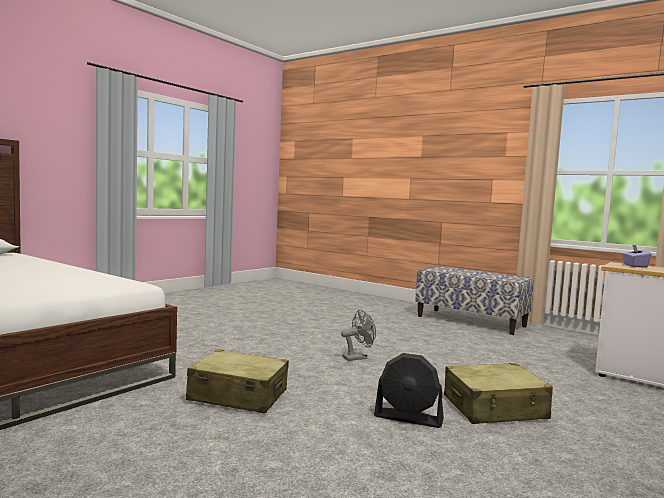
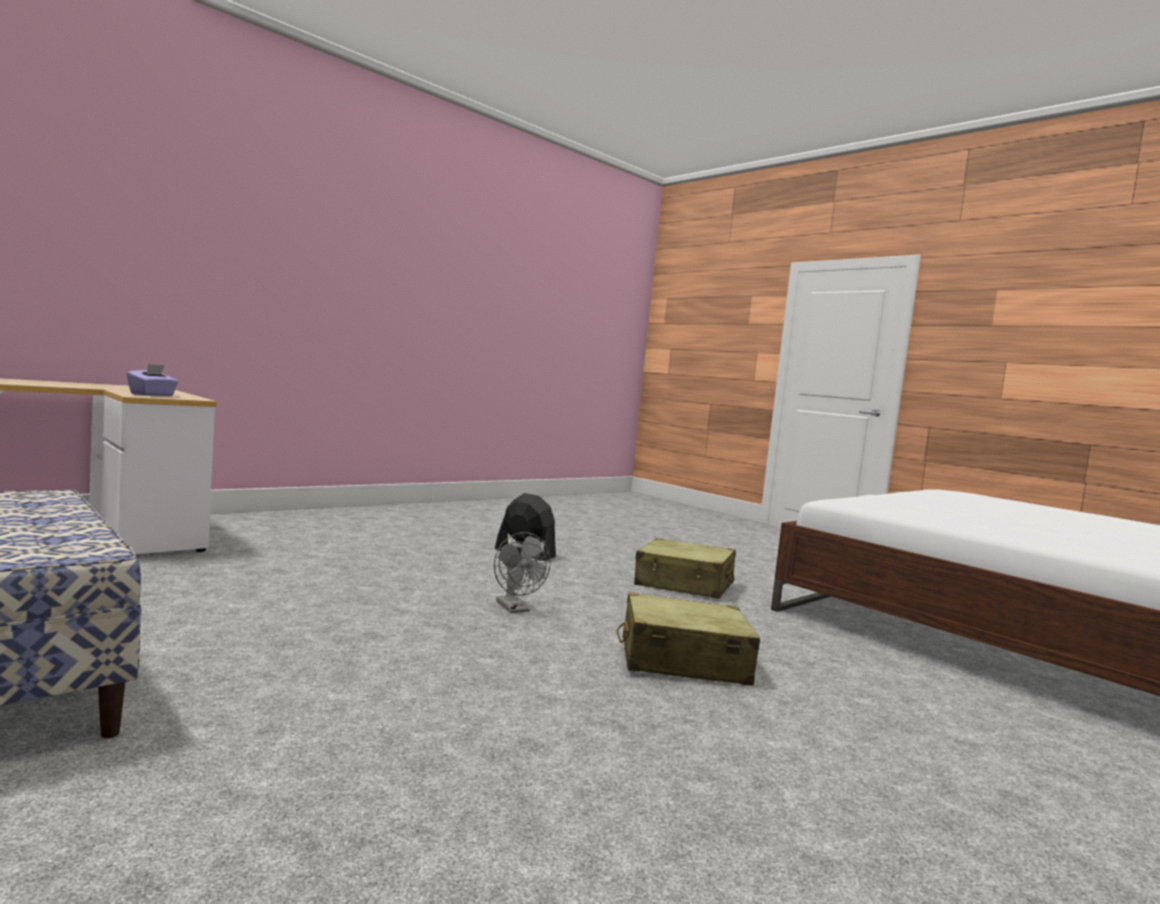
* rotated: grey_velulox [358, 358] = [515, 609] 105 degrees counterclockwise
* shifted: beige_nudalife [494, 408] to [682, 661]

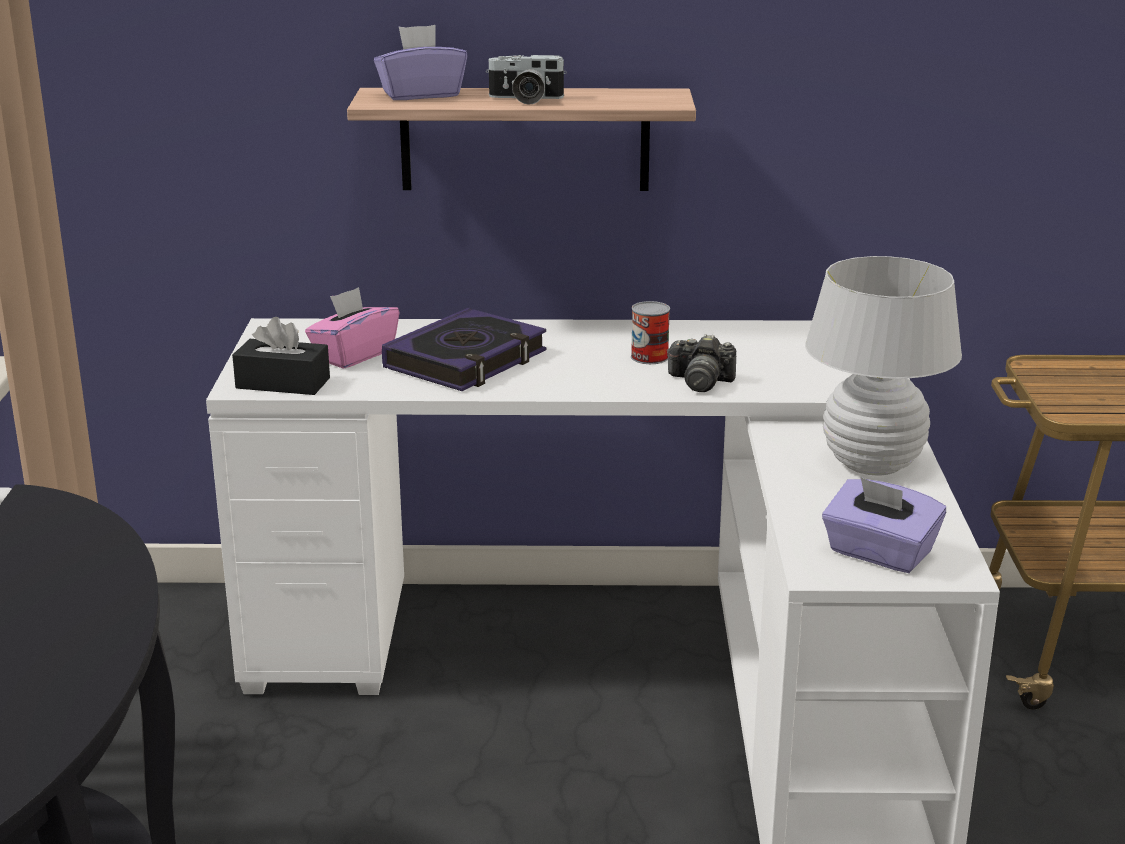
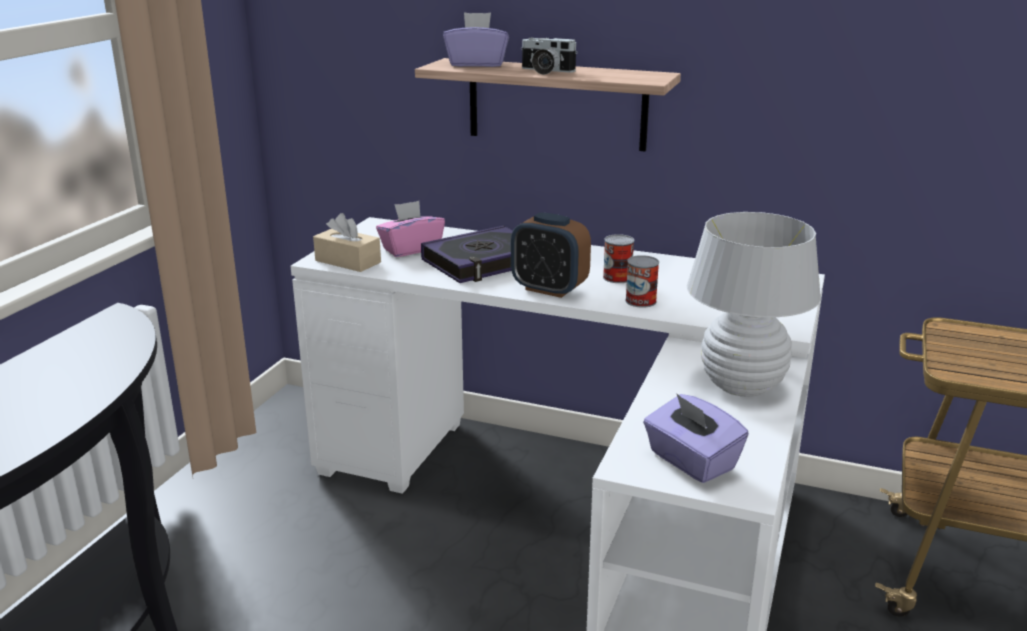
* repainted: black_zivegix [283, 383] to beige_zivegix [348, 261]
* swapped: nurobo [700, 382] to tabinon [640, 301]
* new: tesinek [549, 289]

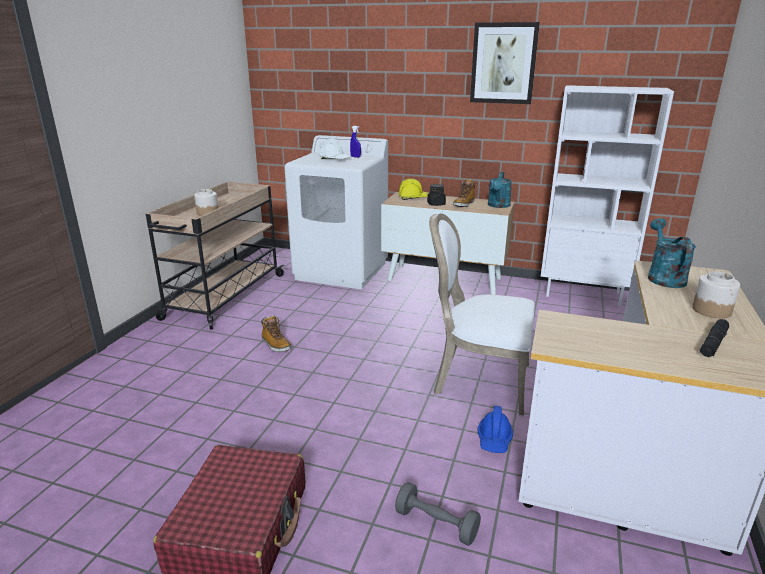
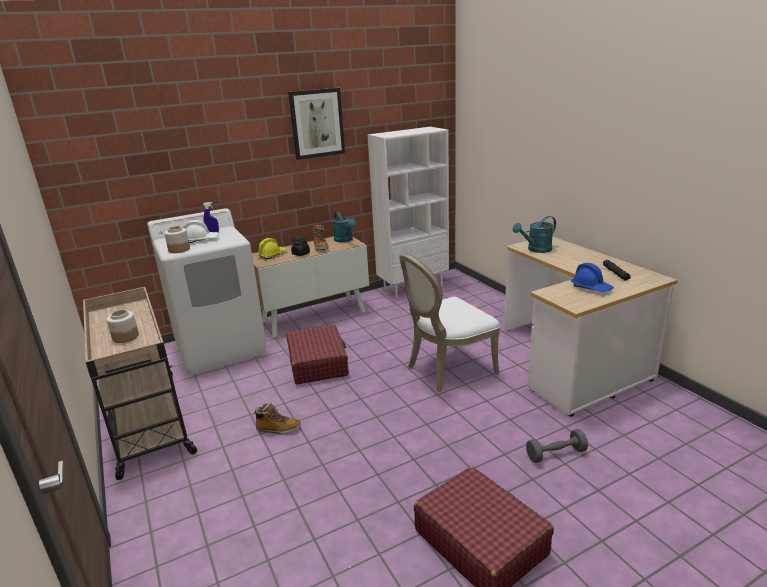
* shifted: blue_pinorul [494, 439] to [591, 288]
* rotated: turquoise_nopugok [663, 277] = [536, 250] 75 degrees counterclockwise
* shifted: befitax [711, 310] to [179, 249]
* new: red_nudalife [318, 363]

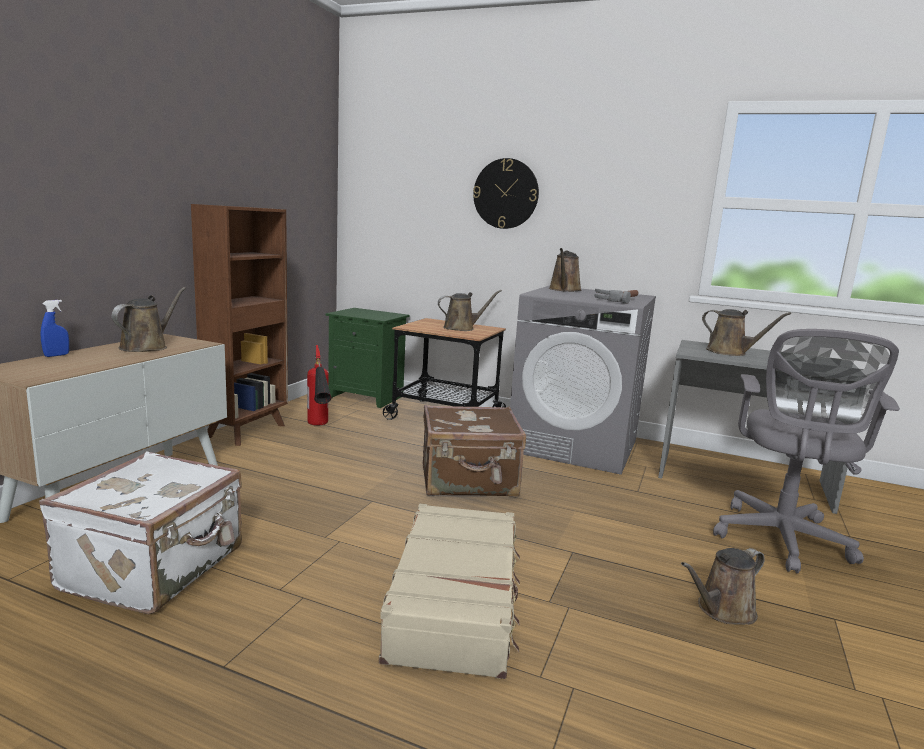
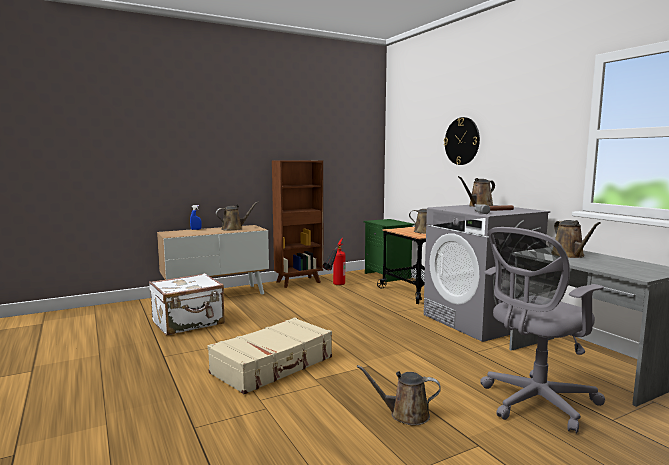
* gone: brown_nudalife [469, 481]

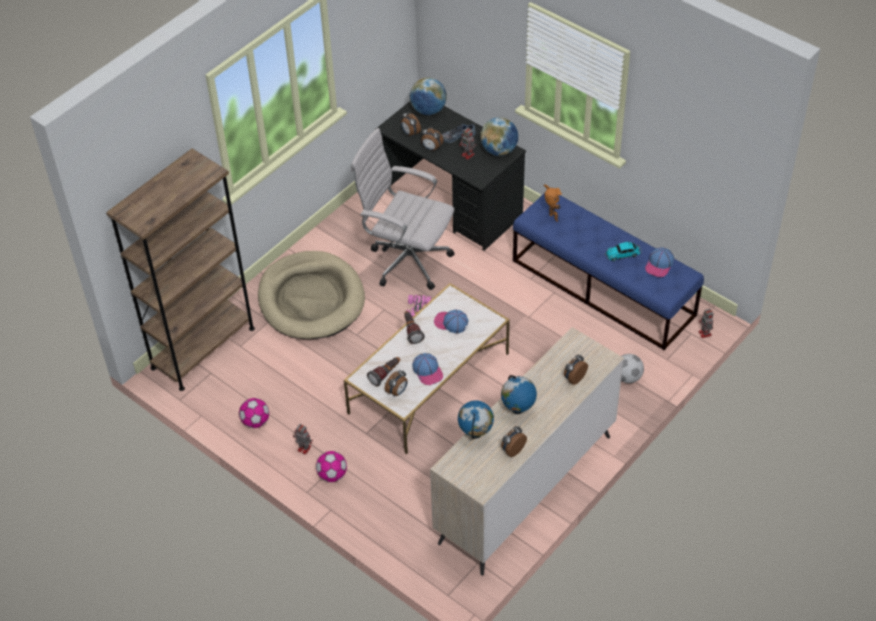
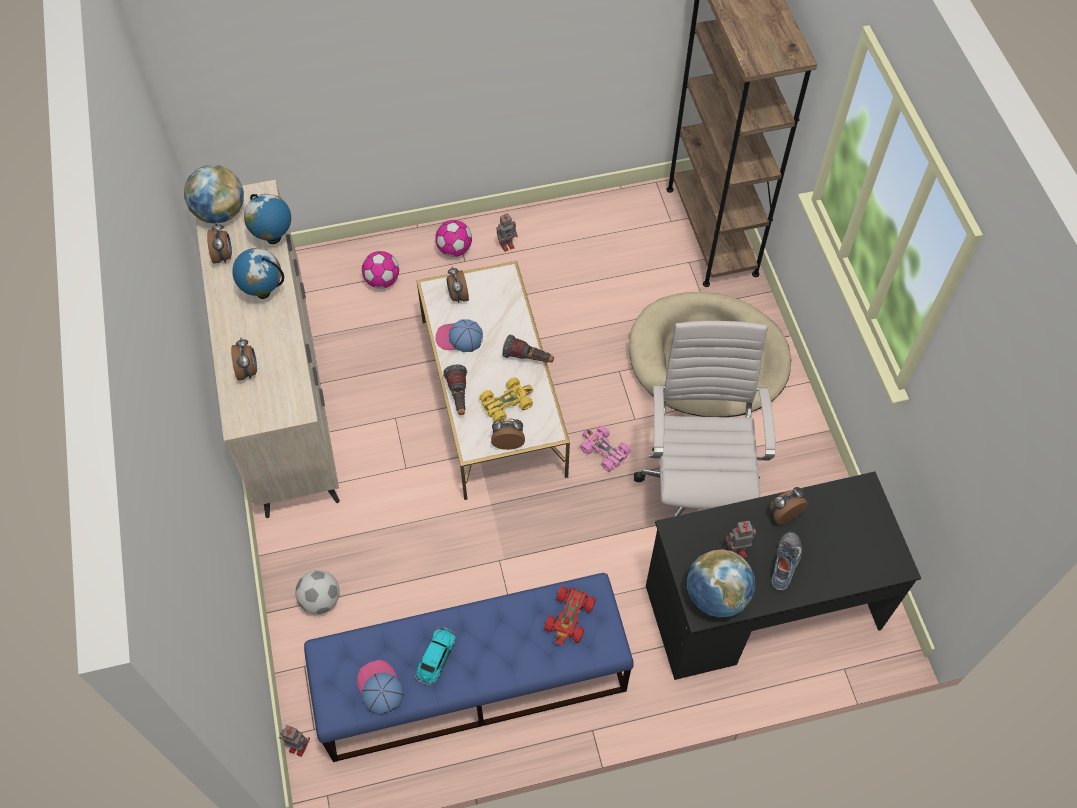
* shifted: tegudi [255, 421] to [382, 280]
* rotated: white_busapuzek [406, 260] = [696, 490] 60 degrees counterclockwise
* shifted: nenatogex [385, 375] to [458, 397]
* shifted: tesinek [410, 133] to [508, 442]
* shifted: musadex [428, 110] to [220, 213]
* swapped: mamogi [451, 323] to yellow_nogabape [507, 403]
* swapped: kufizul [552, 219] to red_nogabape [569, 618]

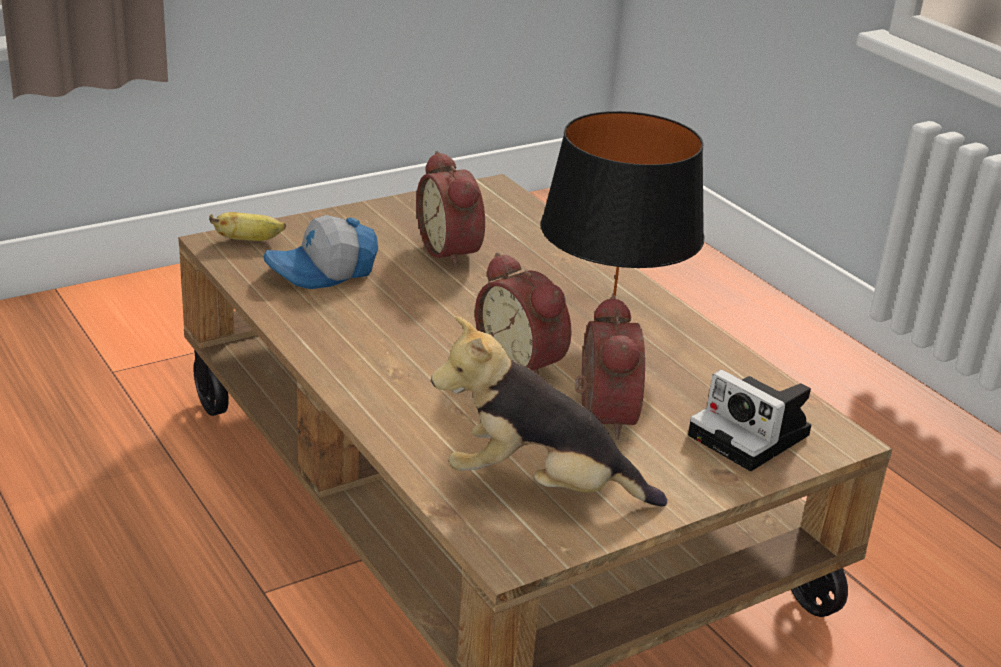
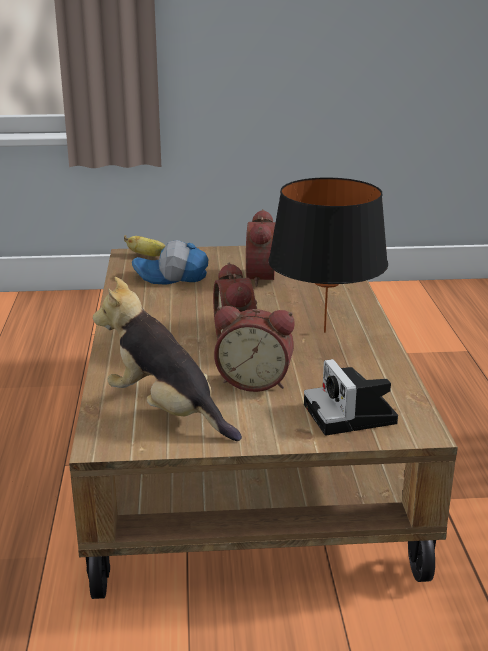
* rotated: tesinek [599, 415] = [255, 381] 75 degrees clockwise

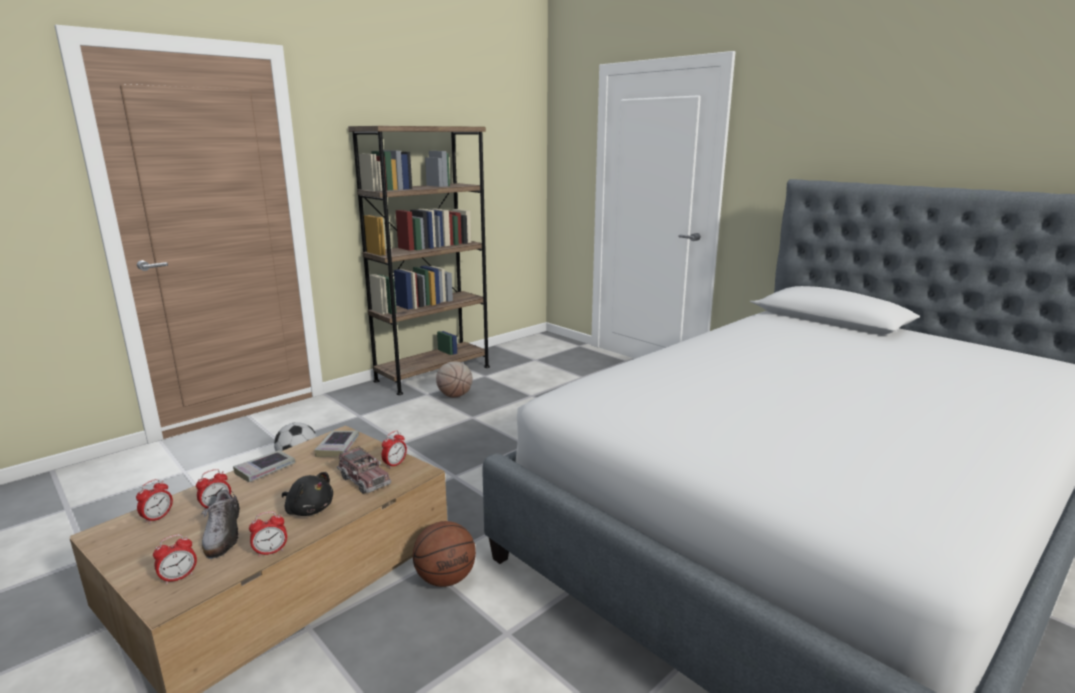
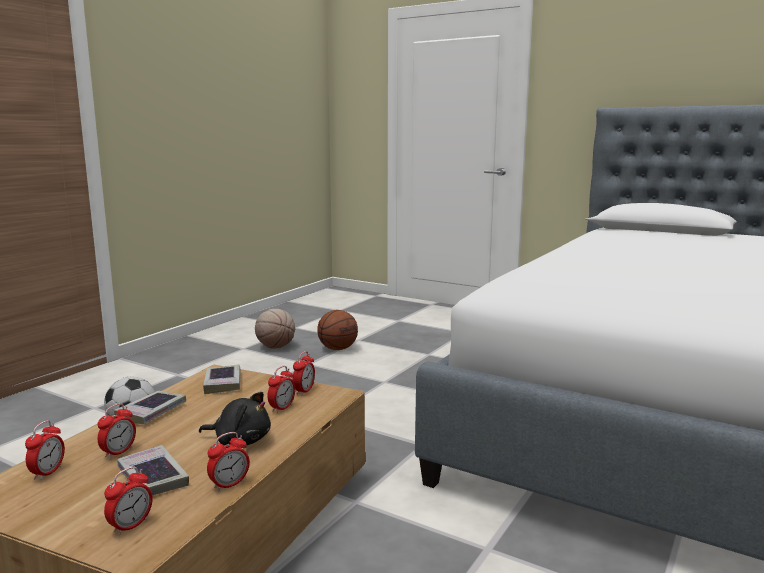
* swapped: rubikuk [223, 535] to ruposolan [152, 477]
* swapped: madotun [364, 480] to tesinek [282, 408]
* gone: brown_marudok [433, 374]
* shifted: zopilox [446, 578] to [338, 349]

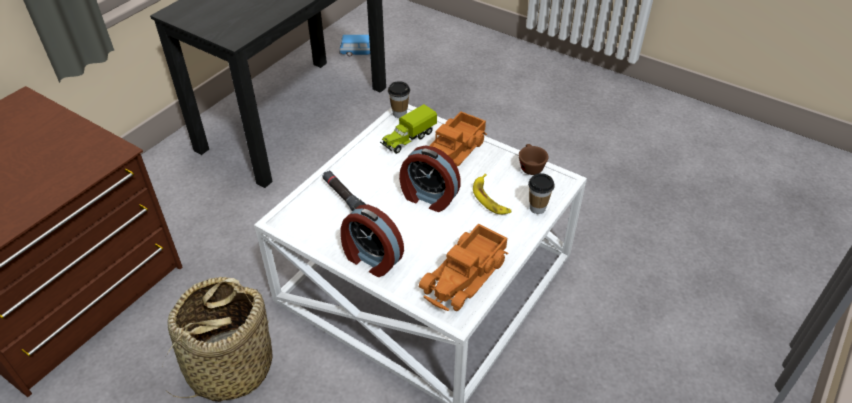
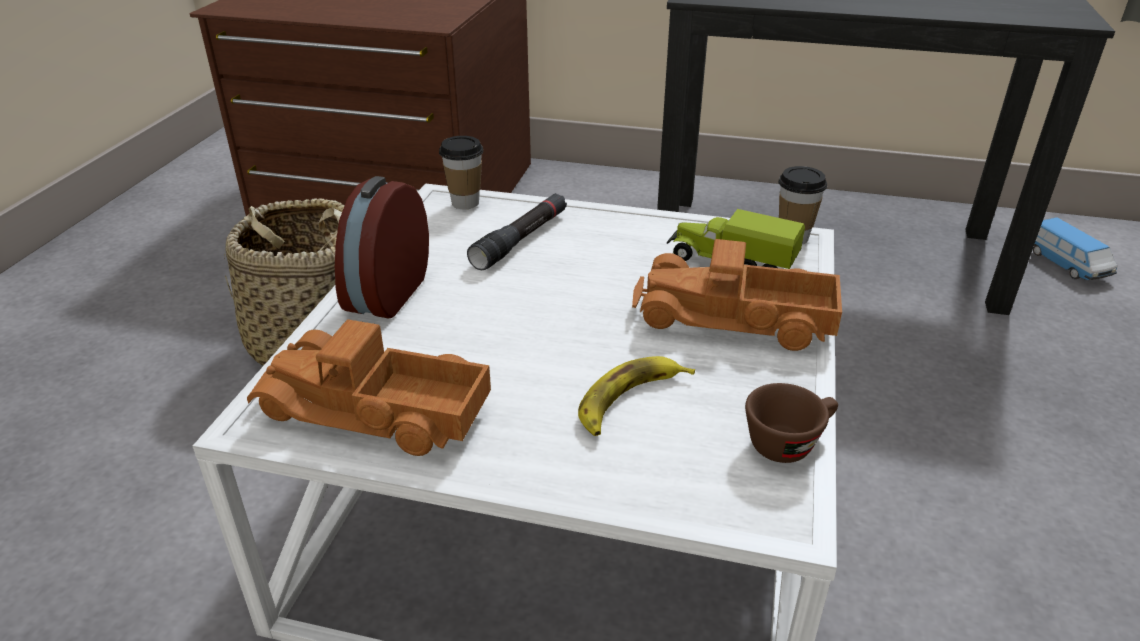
* gone: tesinek [428, 198]
* shifted: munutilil [537, 208] to [465, 203]

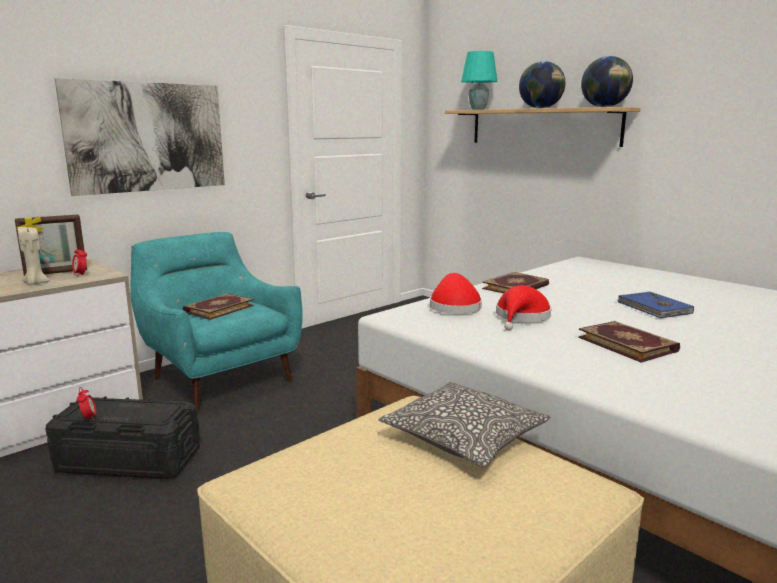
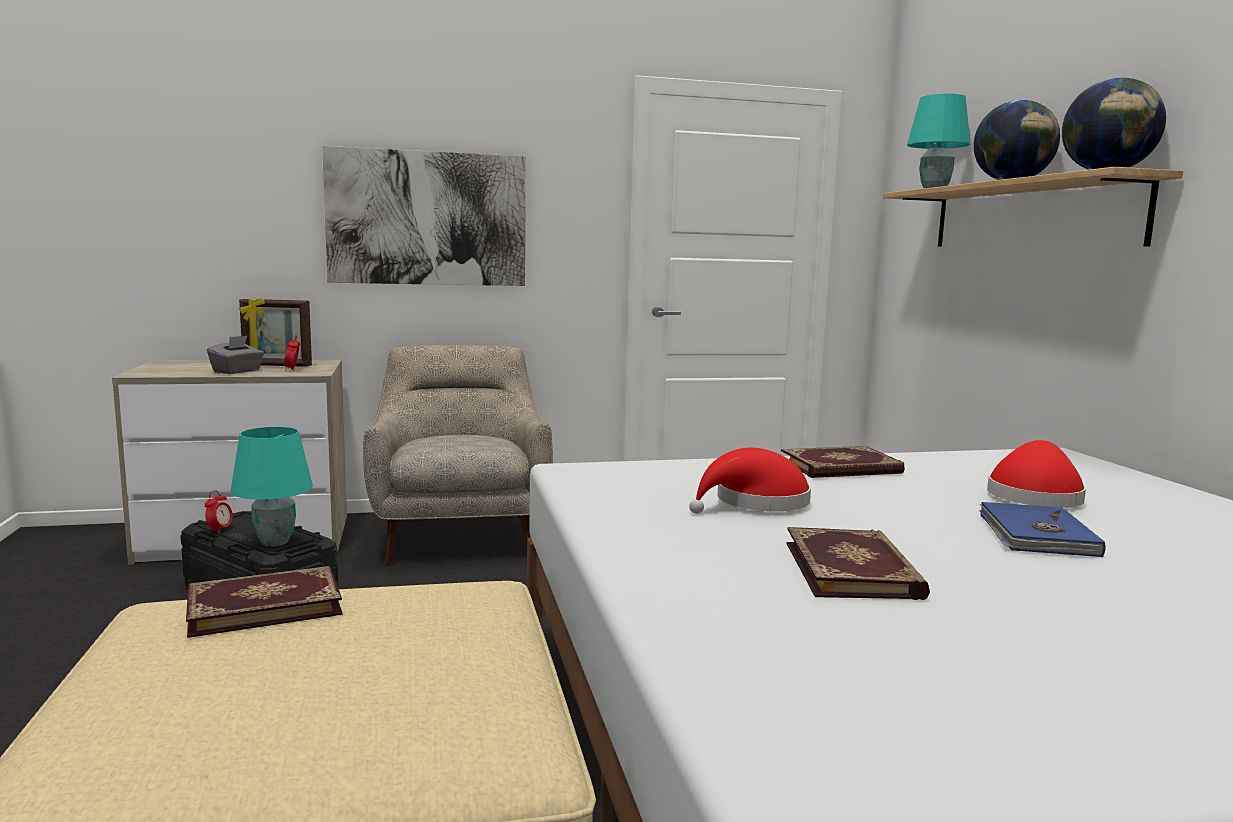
* swapped: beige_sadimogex [35, 283] to grey_zivegix [237, 371]
* repainted: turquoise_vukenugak [220, 378] to beige_vukenugak [460, 536]
* shifted: ruposolan [218, 308] to [264, 605]
* gone: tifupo [464, 437]
* shifted: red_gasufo [454, 306] to [1034, 496]
* new: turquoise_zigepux [274, 542]

